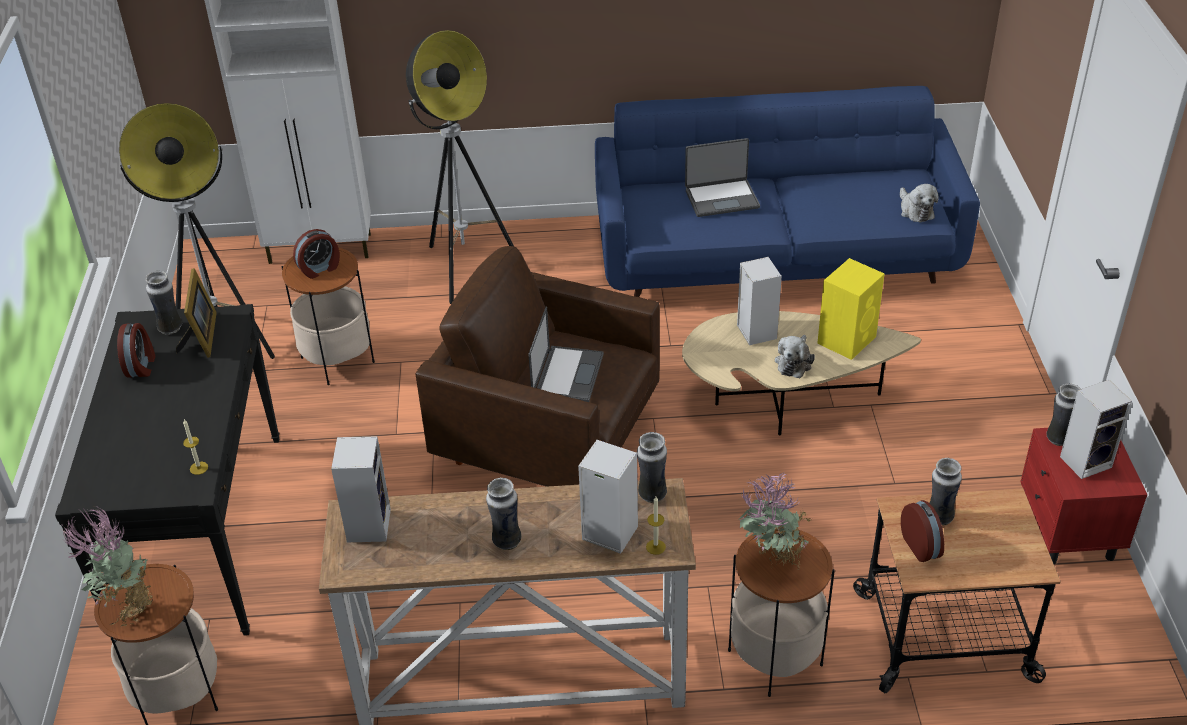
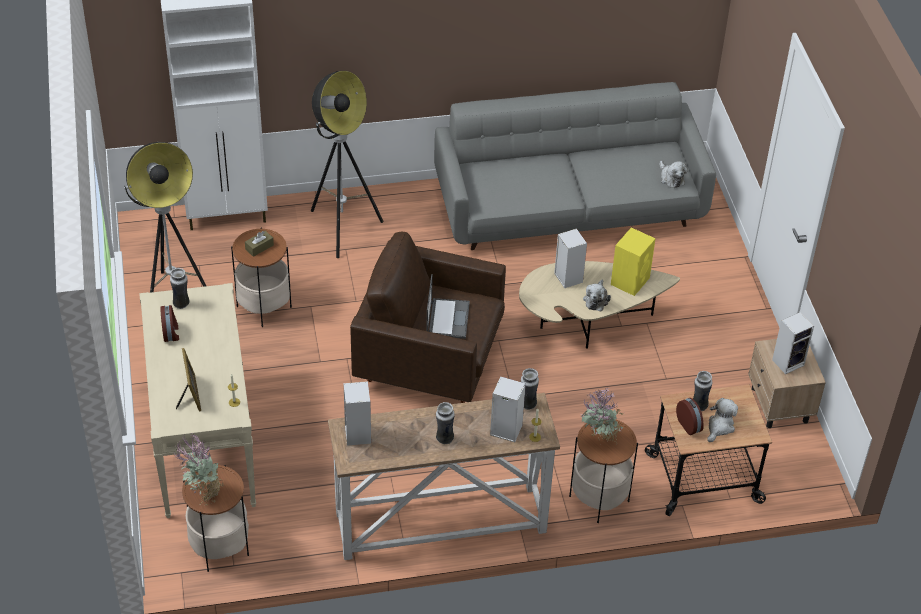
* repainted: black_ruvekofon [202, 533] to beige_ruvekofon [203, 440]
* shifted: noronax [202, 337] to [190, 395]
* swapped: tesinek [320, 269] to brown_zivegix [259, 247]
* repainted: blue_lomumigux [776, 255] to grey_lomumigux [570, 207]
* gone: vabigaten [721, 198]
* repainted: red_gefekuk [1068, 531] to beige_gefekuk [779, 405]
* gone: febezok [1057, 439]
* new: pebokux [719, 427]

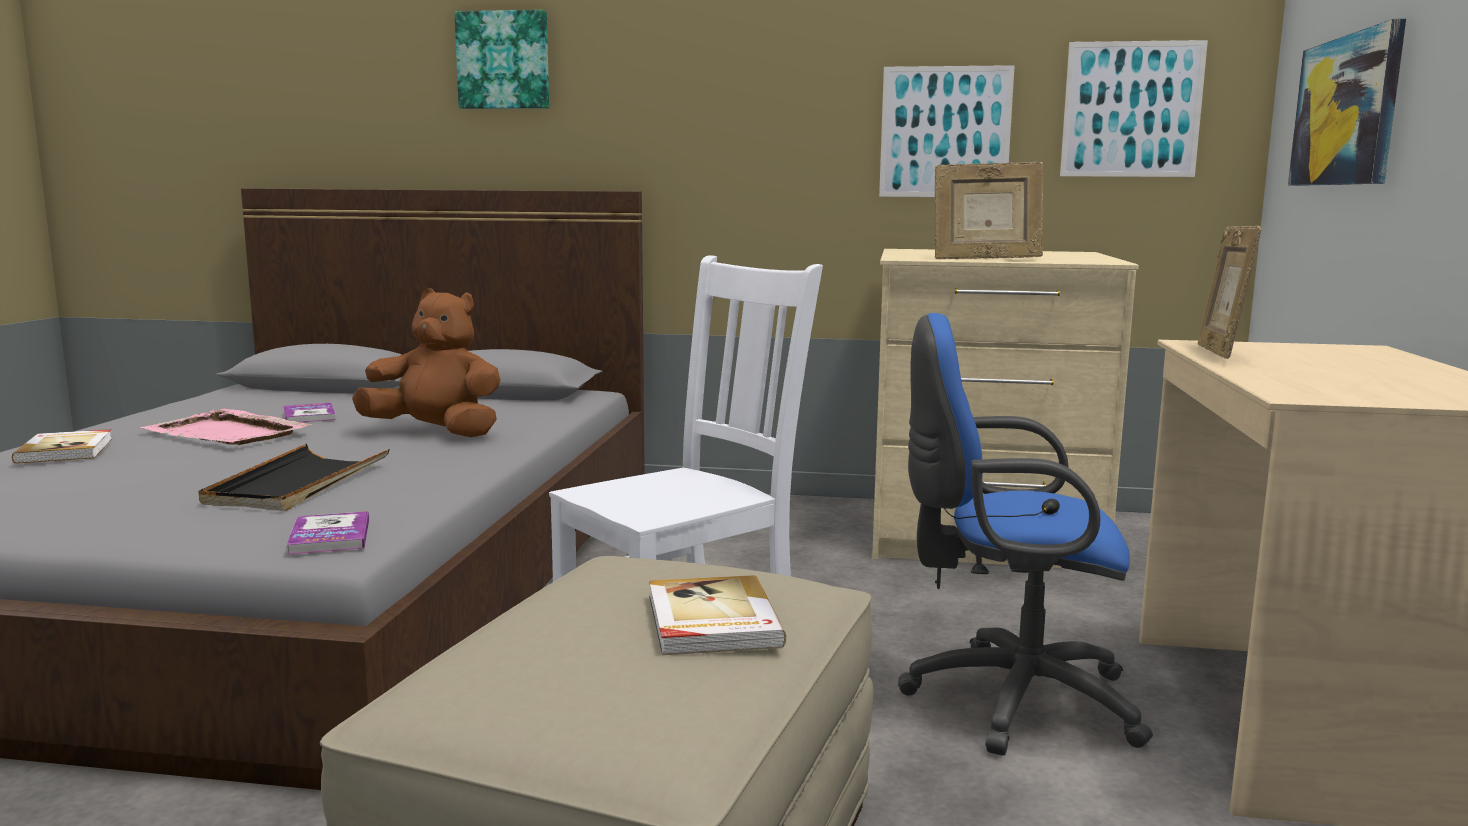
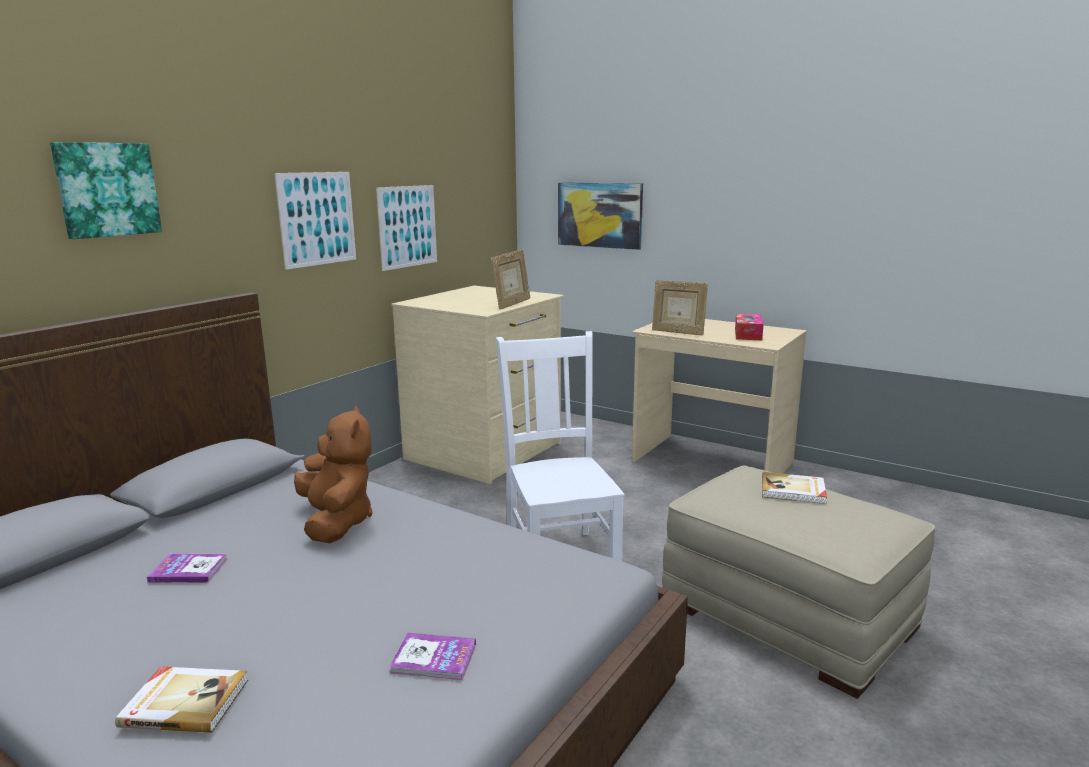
* gone: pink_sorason [228, 433]
* gone: black_sorason [298, 484]
* shifted: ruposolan [330, 536] to [434, 658]
* rotated: brown_pebokux [436, 433] = [336, 522] 120 degrees clockwise
* gone: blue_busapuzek [1009, 700]
* shifted: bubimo [1131, 109] to [317, 219]
* new: zivegix [748, 334]

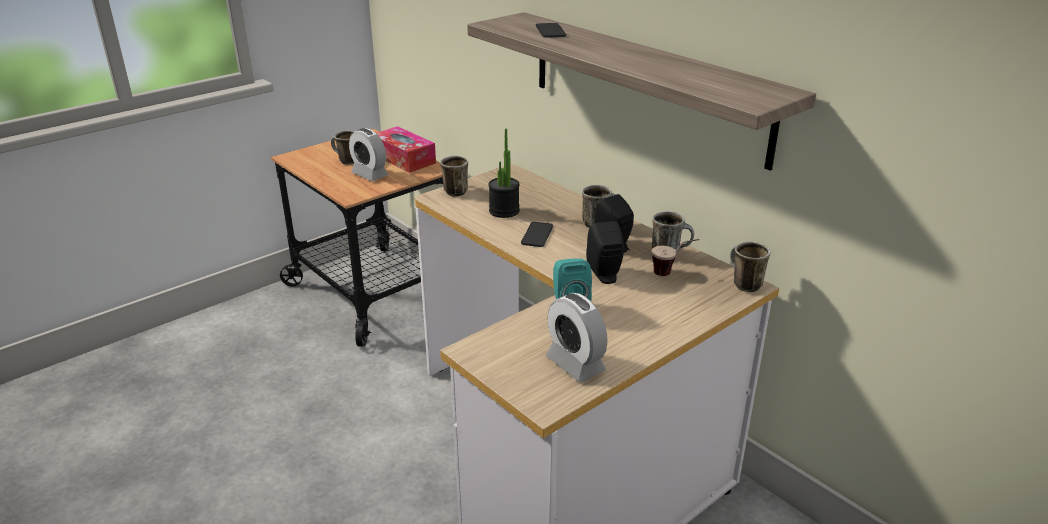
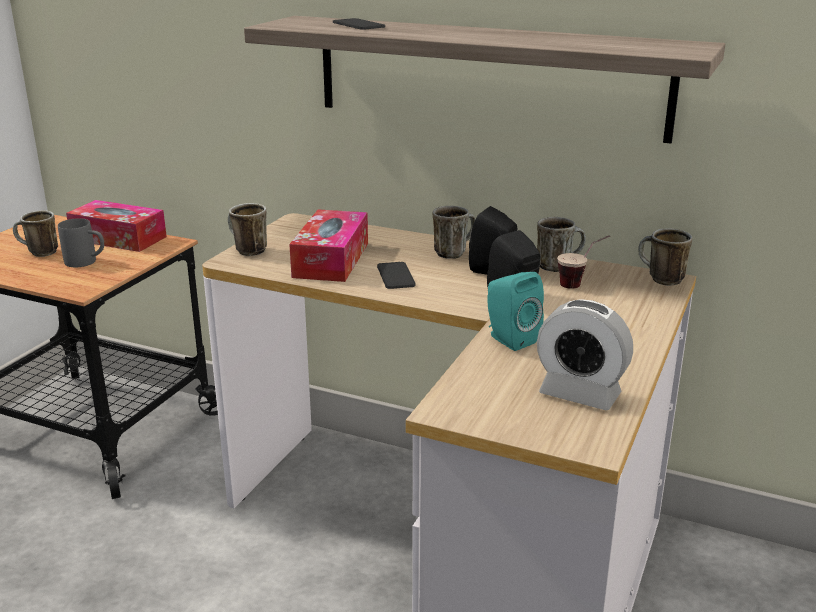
* swapped: tesinek [369, 175] to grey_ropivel [87, 262]
* swapped: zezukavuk [504, 211] to zivegix [331, 260]

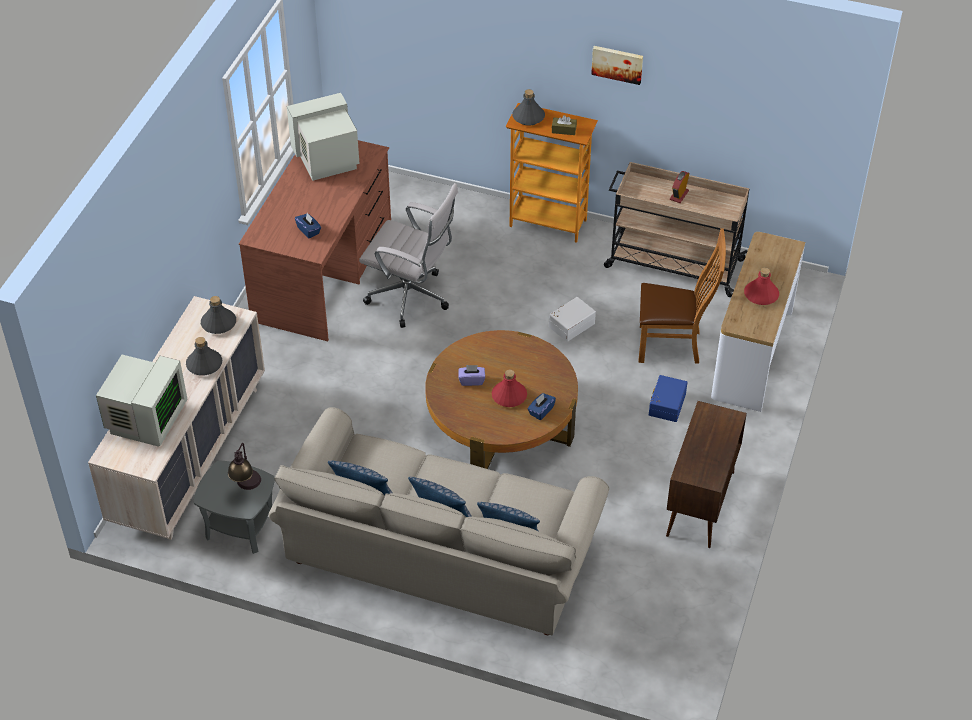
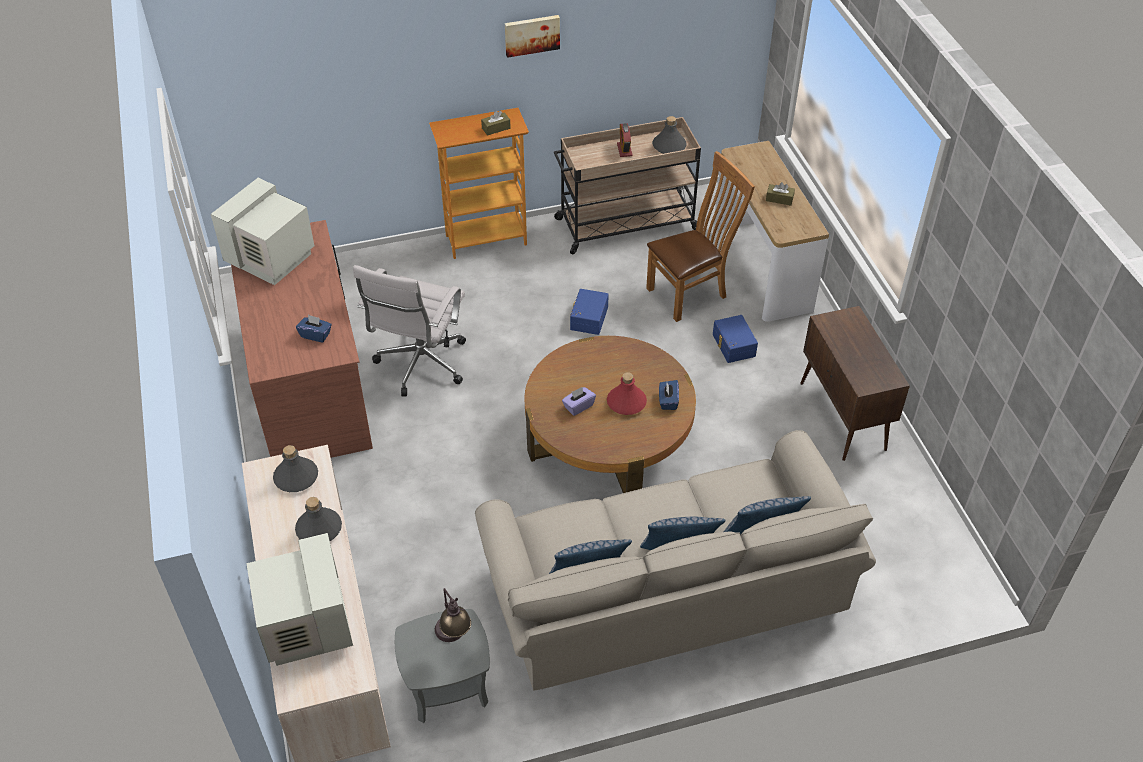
* rotated: white_busapuzek [412, 298] = [420, 366] 120 degrees clockwise
* shifted: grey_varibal [528, 117] to [669, 146]
* repainted: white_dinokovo [570, 324] to blue_dinokovo [588, 318]
* swapped: red_varibal [761, 295] to brown_zivegix [779, 199]

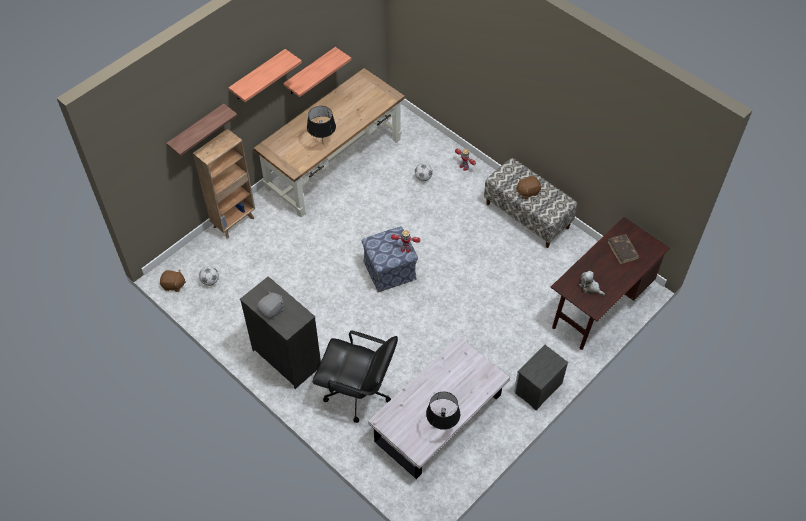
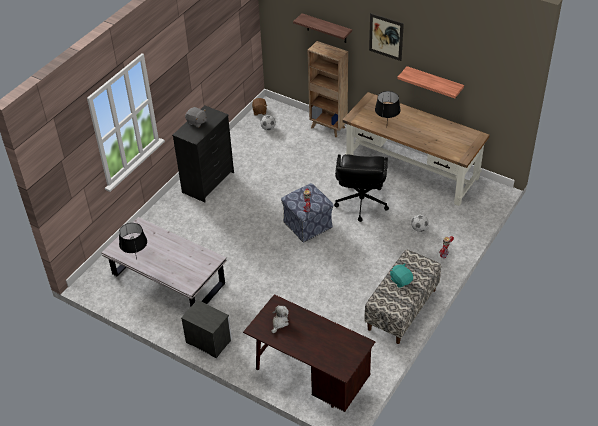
* swapped: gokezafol [258, 75] to bubimo [386, 37]
* shifted: black_busapuzek [358, 392] to [361, 203]
* repainted: brown_pebokux [527, 192] to turquoise_pebokux [401, 280]
* gone: brown_ruposolan [623, 250]

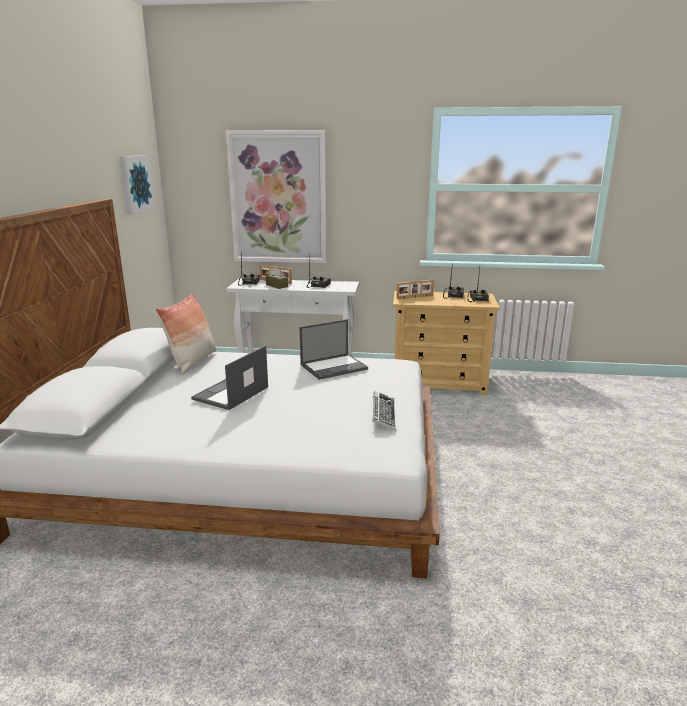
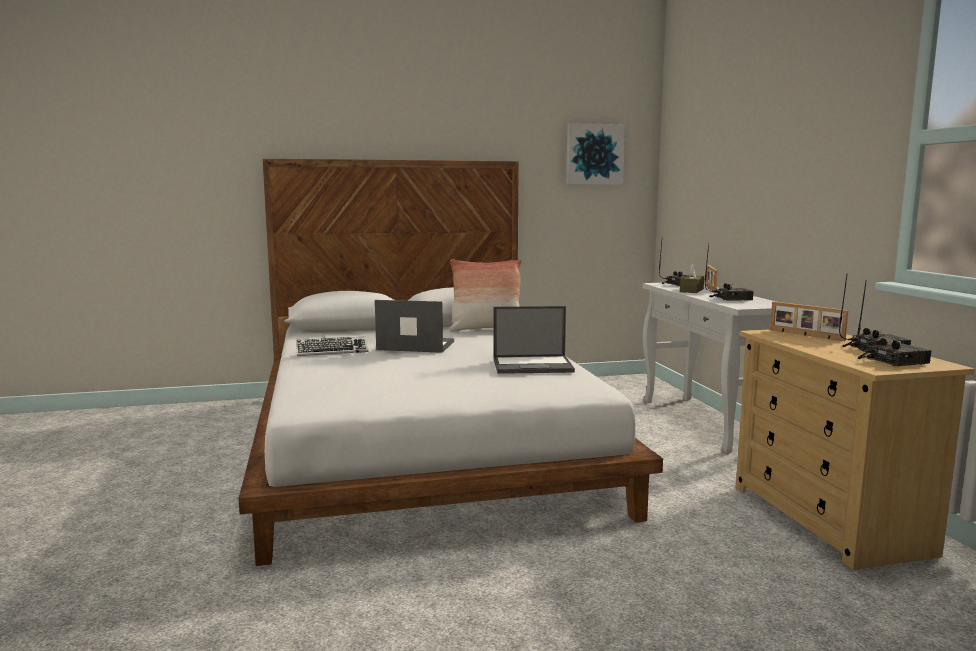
* gone: bubimo [278, 198]
* rotated: vabigaten [334, 367] = [533, 365] 45 degrees counterclockwise
* shifted: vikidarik [383, 414] to [332, 351]

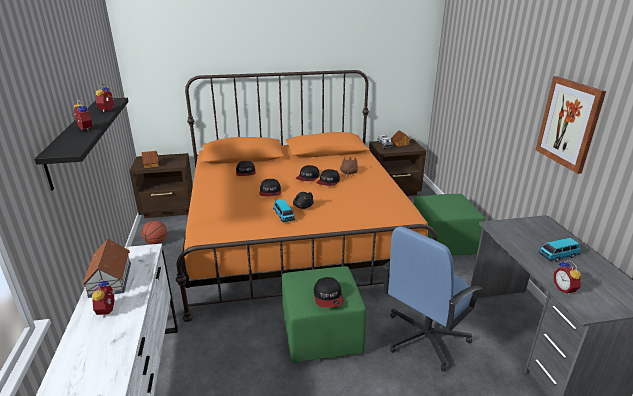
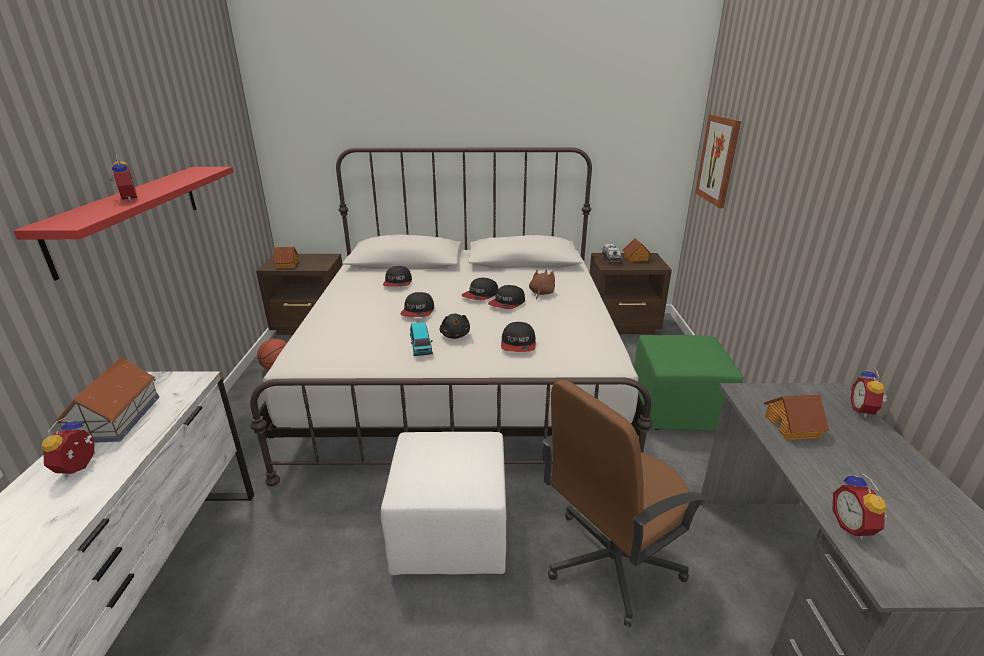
* repainted: black_gokezafol [75, 139] to red_gokezafol [131, 215]
* shifted: tesinek [108, 110] to [863, 411]
* repainted: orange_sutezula [295, 237] to white_sutezula [462, 379]
* repainted: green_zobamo [322, 335] to white_zobamo [452, 533]
* shifted: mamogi [328, 296] to [518, 344]
* repainted: blue_busapuzek [424, 338] to brown_busapuzek [610, 561]
* shifted: bubimo [569, 123] to [718, 160]
* gone: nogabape [557, 256]
* new: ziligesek [792, 427]

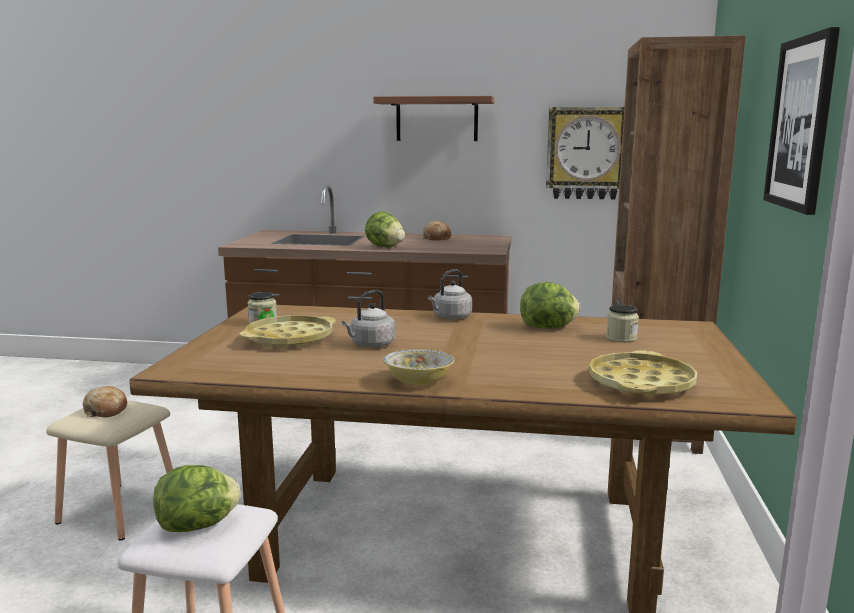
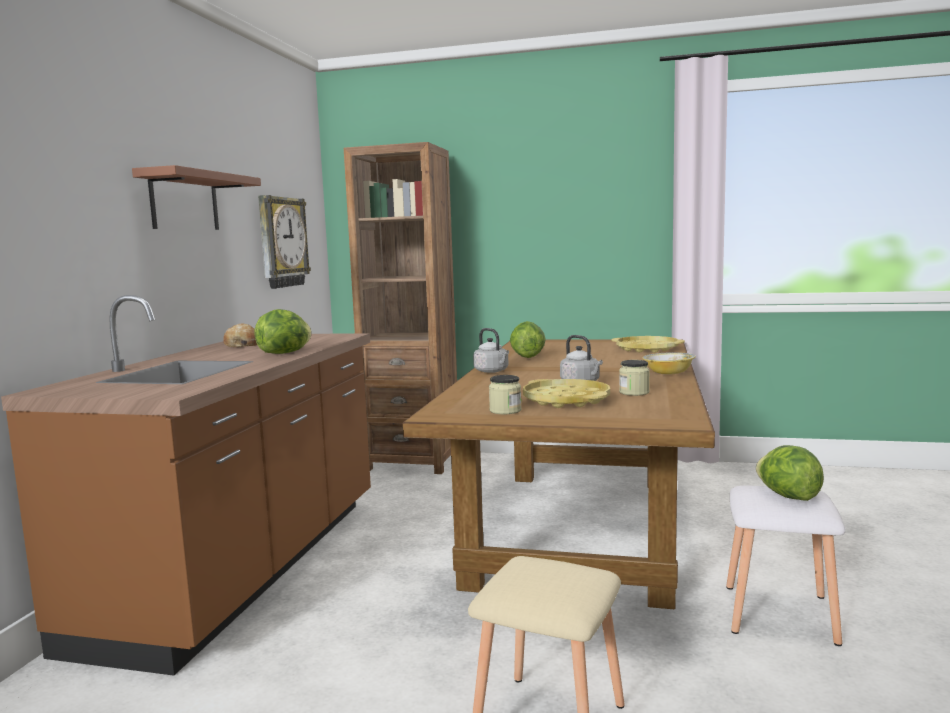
* gone: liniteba [106, 410]
* shifted: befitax [621, 338] to [634, 392]
* gone: bubimo [801, 123]

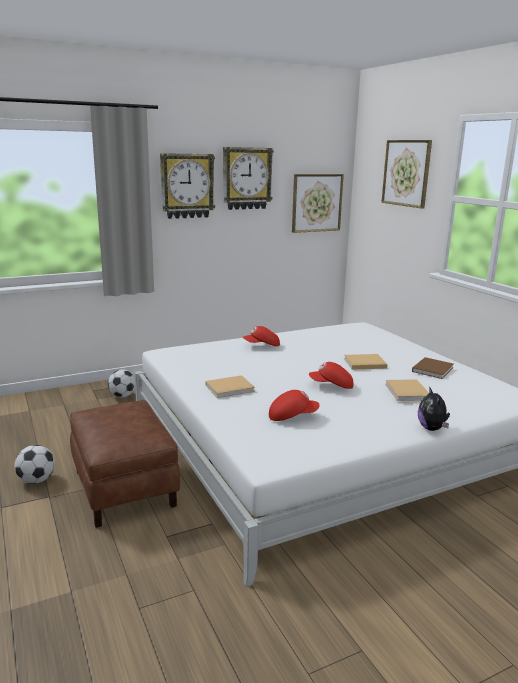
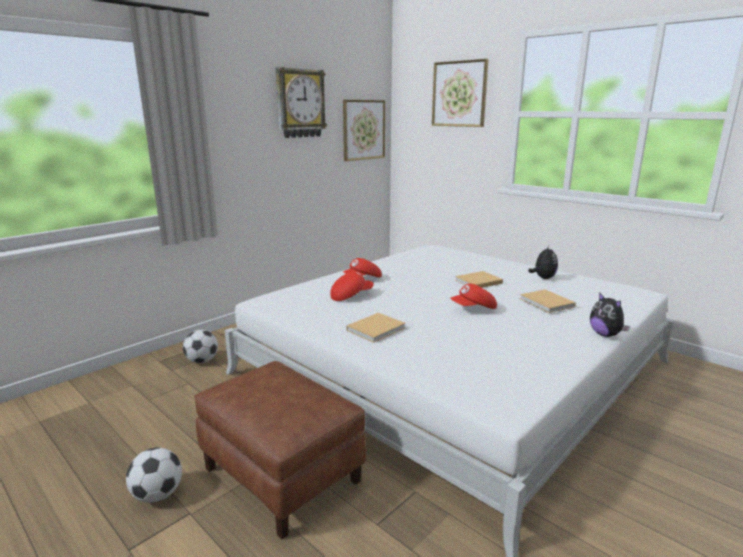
* gone: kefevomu [187, 186]
* shifted: red_mamogi [292, 416] to [351, 296]
* swapped: brown_ruposolan [433, 369] to pebokux [543, 278]

